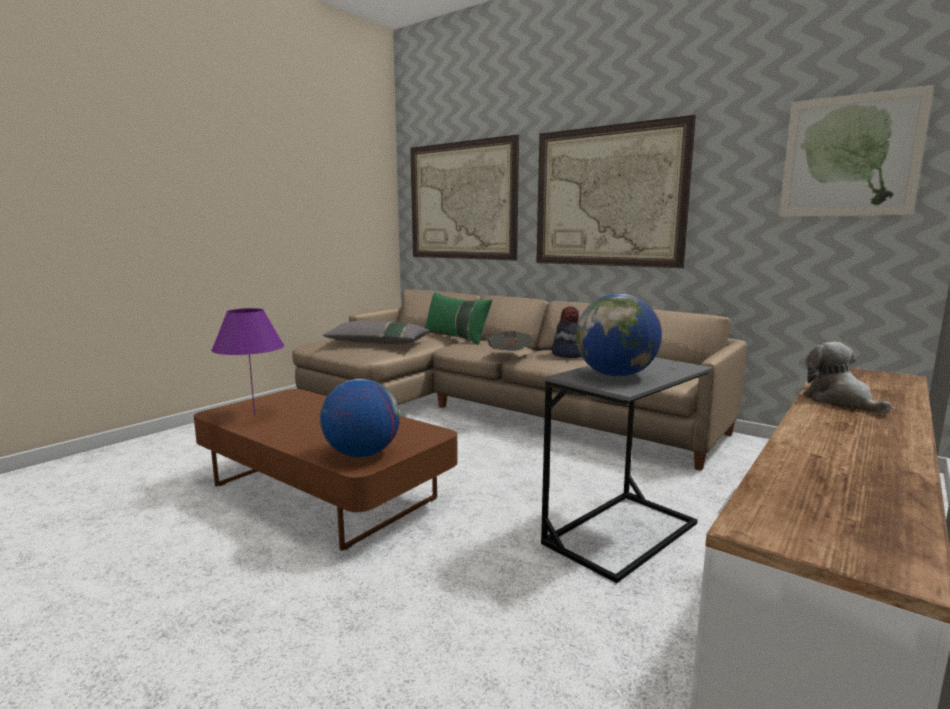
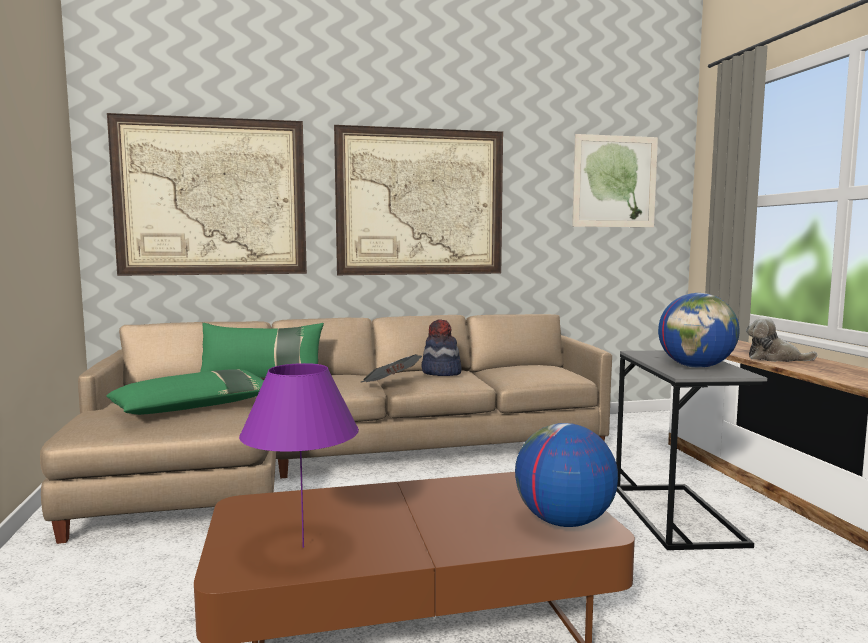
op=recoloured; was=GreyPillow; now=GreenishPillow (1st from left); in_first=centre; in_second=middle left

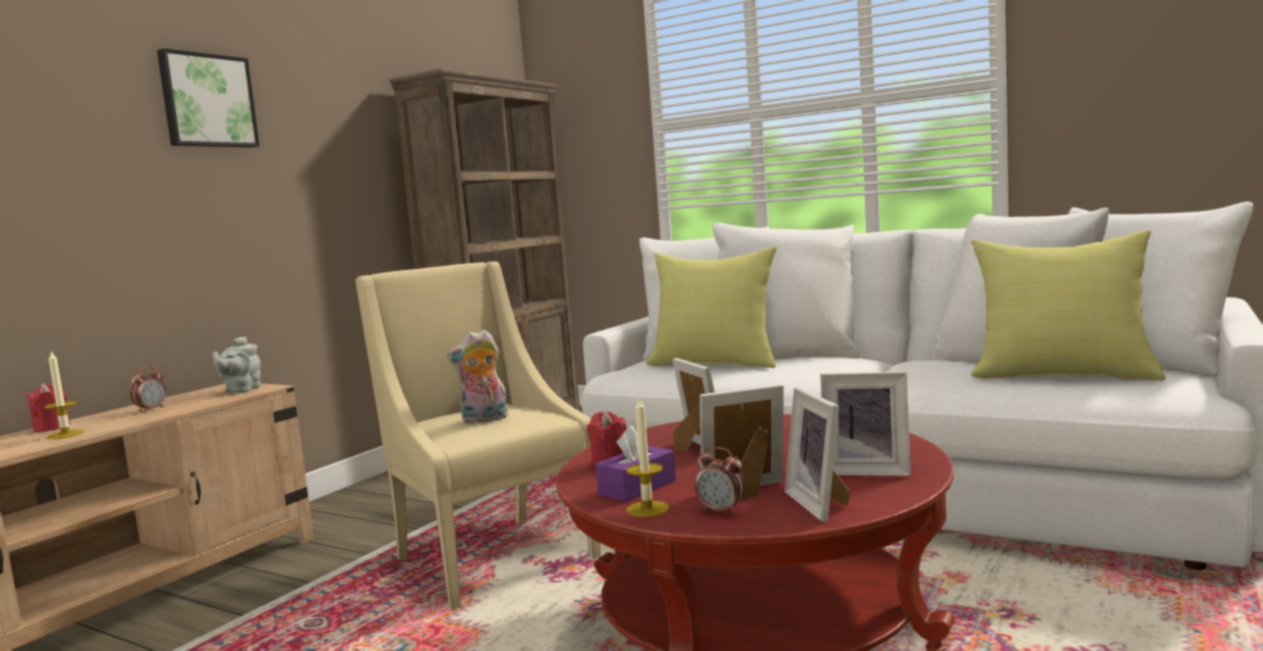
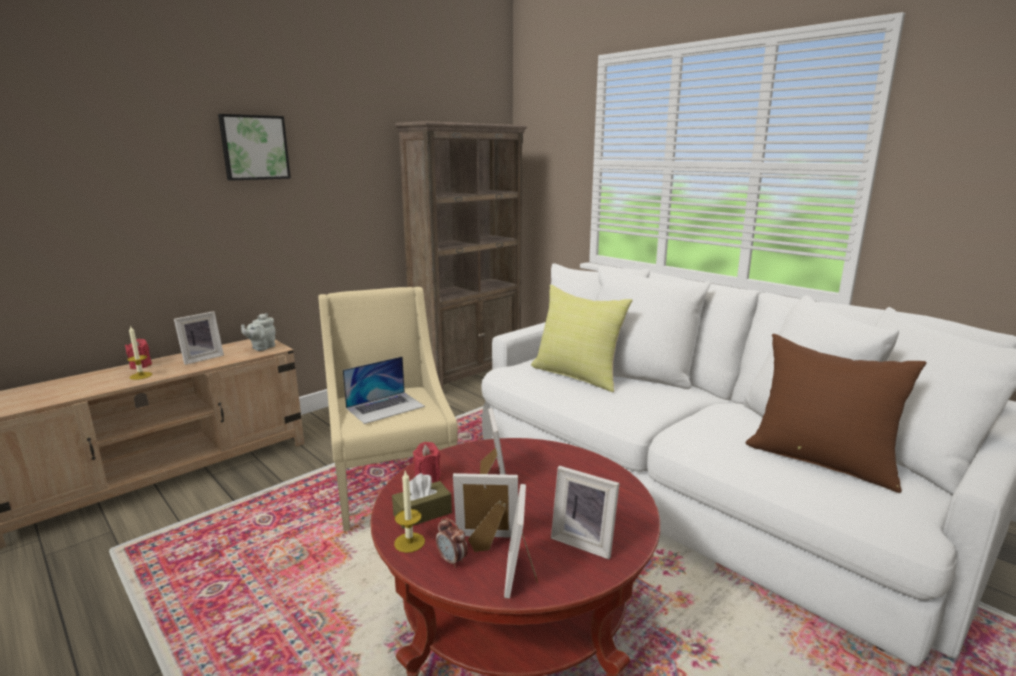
op=replaced; was=BedsideClock (1st from left); now=PictureFrame (1st from left); in_first=middle left; in_second=middle left
op=replaced; was=CuddlyToy; now=PortableComputer; in_first=centre; in_second=centre
op=recoloured; was=PurpleTissueHolder; now=BrownColouredTissueHolder; in_first=bottom centre; in_second=bottom centre
op=recoloured; was=YellowishPillow (2nd from left); now=BrownColouredPillow; in_first=middle right; in_second=middle right

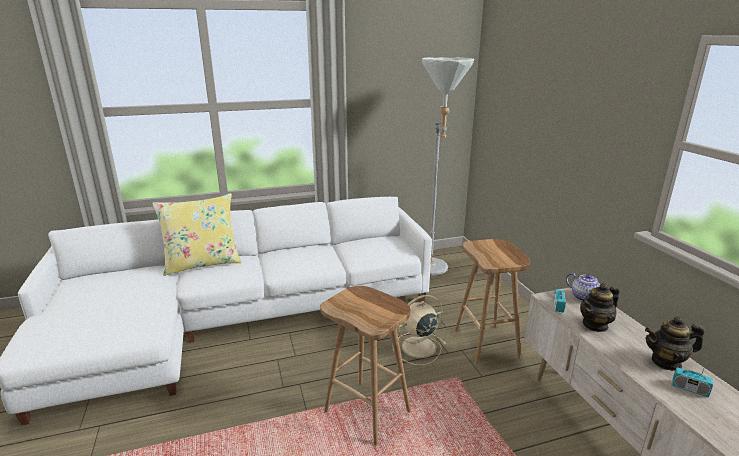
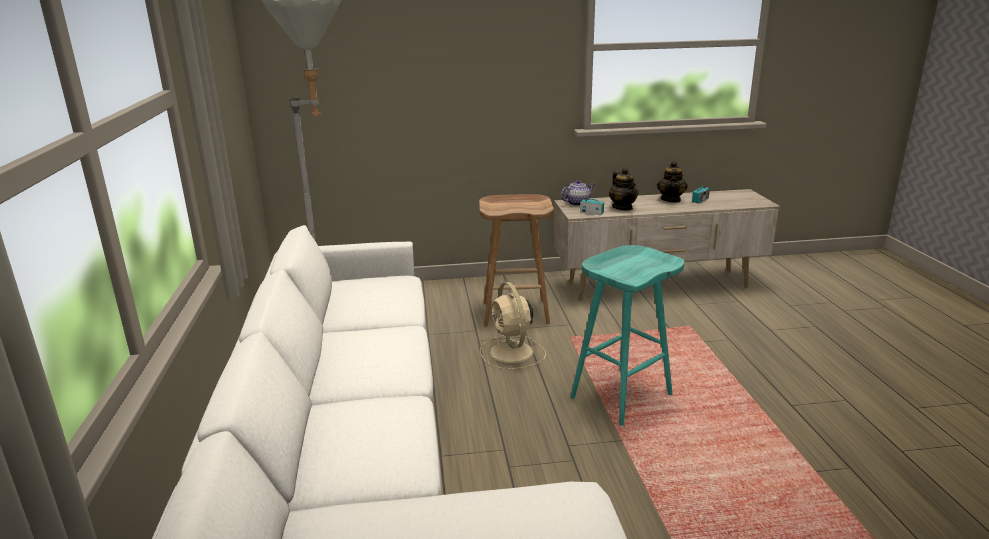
op=recoloured; was=BrownColouredStool (1st from left); now=TurquoiseColouredStool; in_first=bottom centre; in_second=centre
op=removed; was=YellowishPillow; in_first=middle left

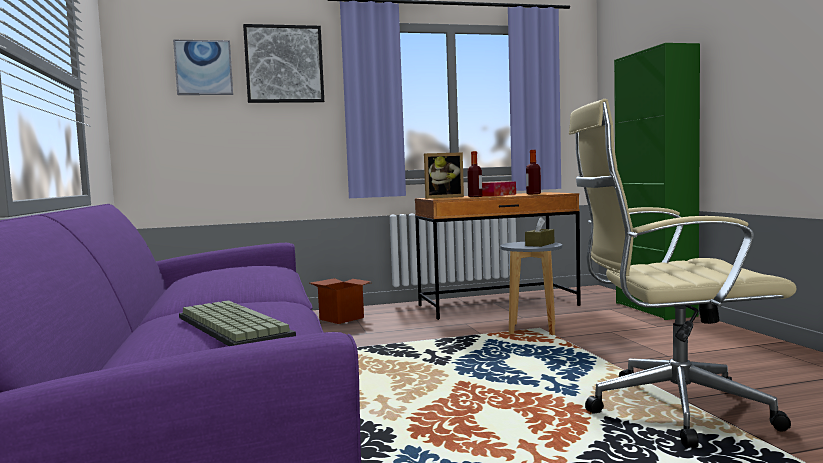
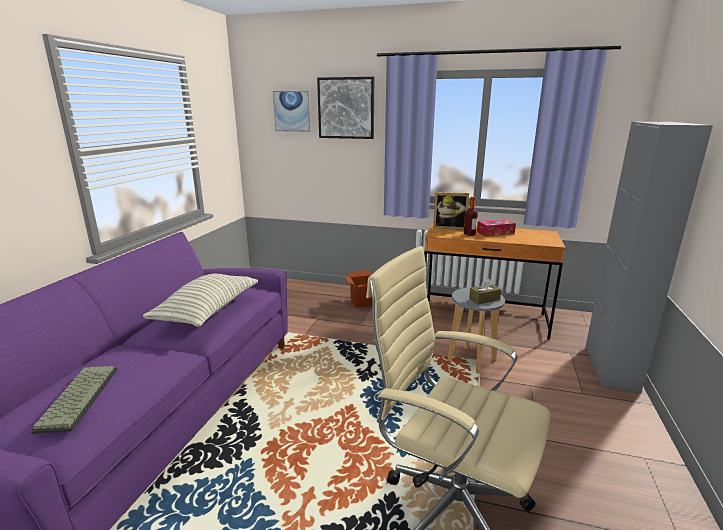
op=added; now=Pillow; in_second=middle left
op=recoloured; was=GreenishCabinet; now=GreyCabinet; in_first=middle right; in_second=middle right
op=removed; was=DrinkBottle (2nd from left); in_first=centre

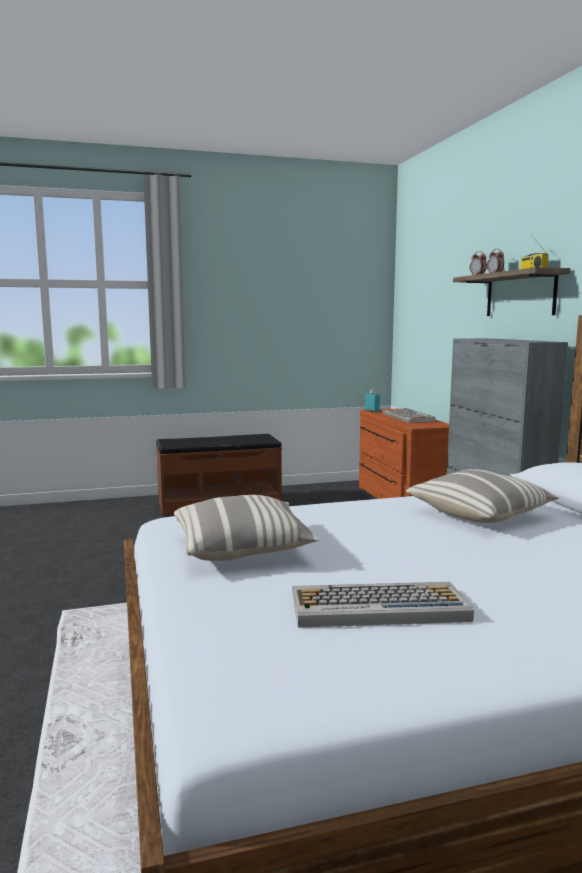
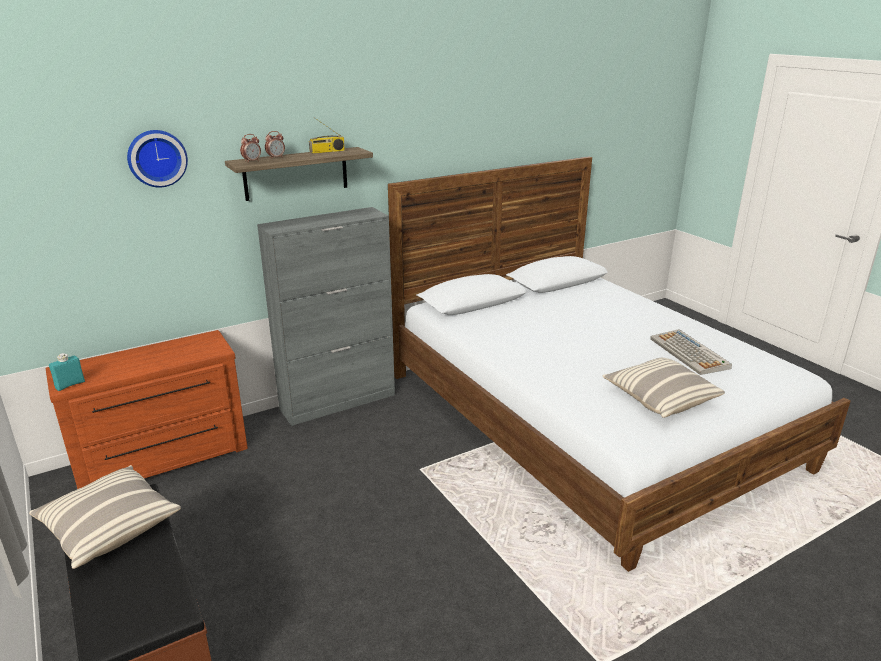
op=moved; was=Pillow (2nd from left in the first image); now=Pillow (1st from left); in_first=middle right; in_second=bottom left
op=added; now=WallClock; in_second=top left
op=removed; was=ComputerKeyboard (2nd from left); in_first=middle right

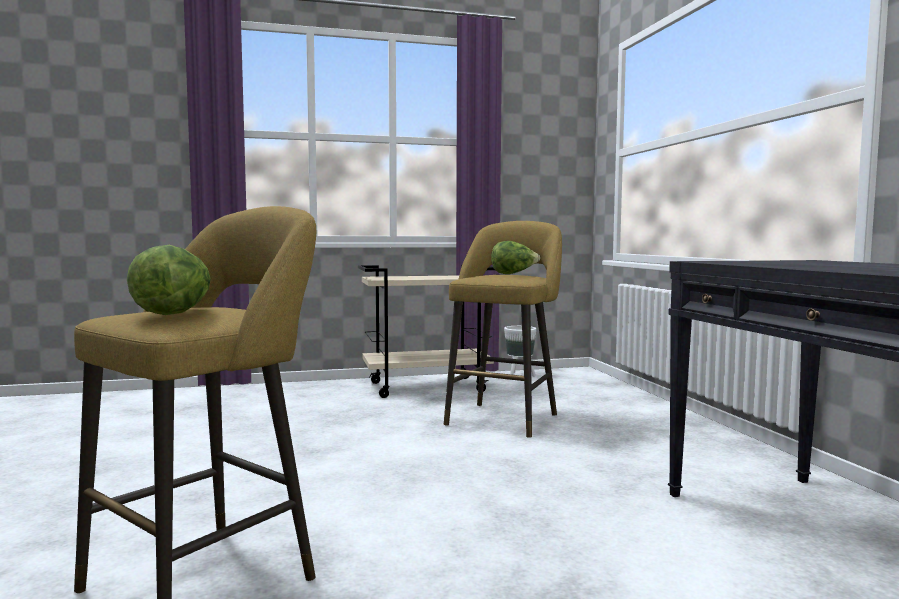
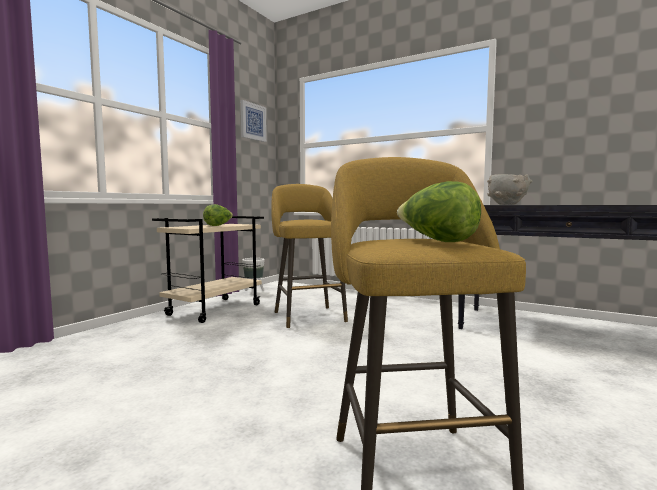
op=moved; was=LettuceHead (2nd from left in the first image); now=LettuceHead (1st from left); in_first=centre; in_second=middle left
op=added; now=WallArt; in_second=top centre
op=added; now=GreyBowl; in_second=middle right

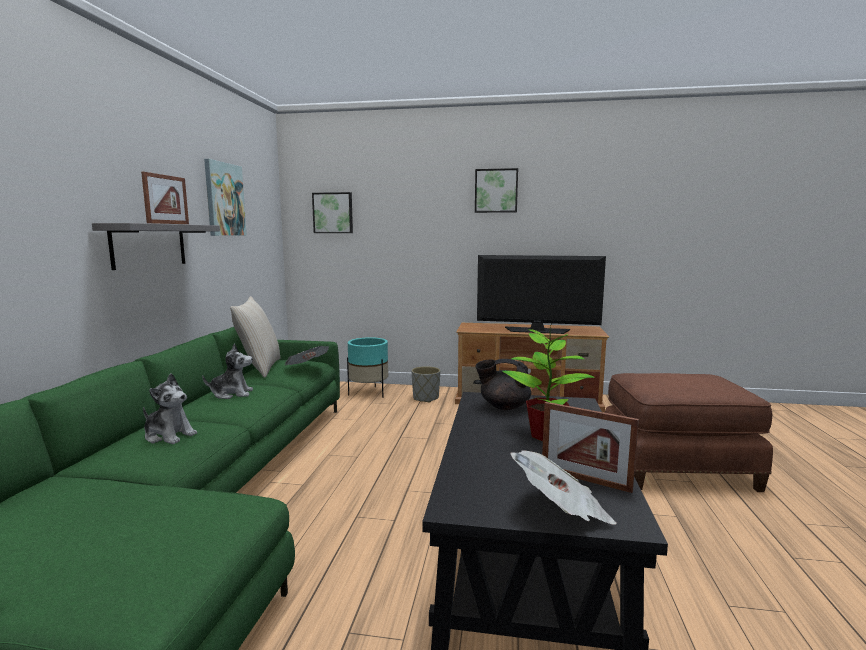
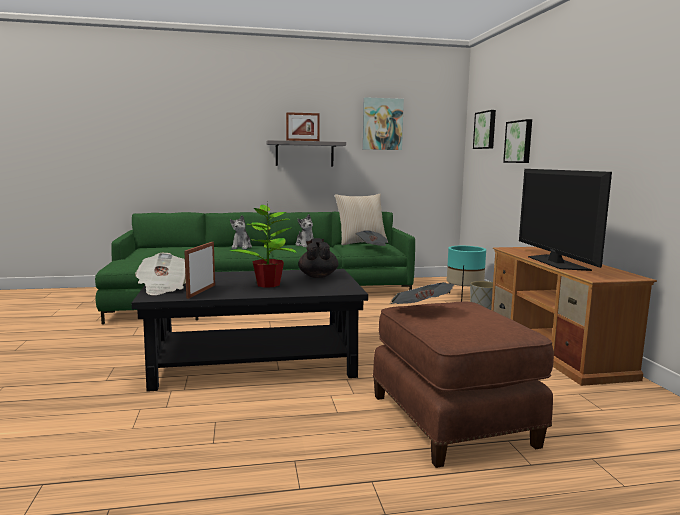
op=added; now=DailyPaper (3rd from left); in_second=centre
op=moved; was=WallArt (3rd from left); in_first=top centre; in_second=top right

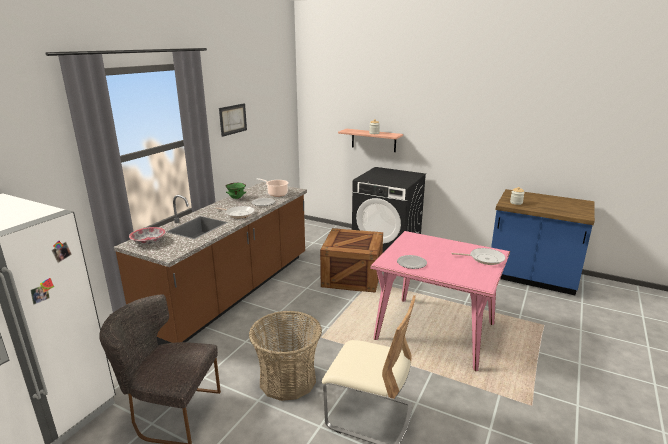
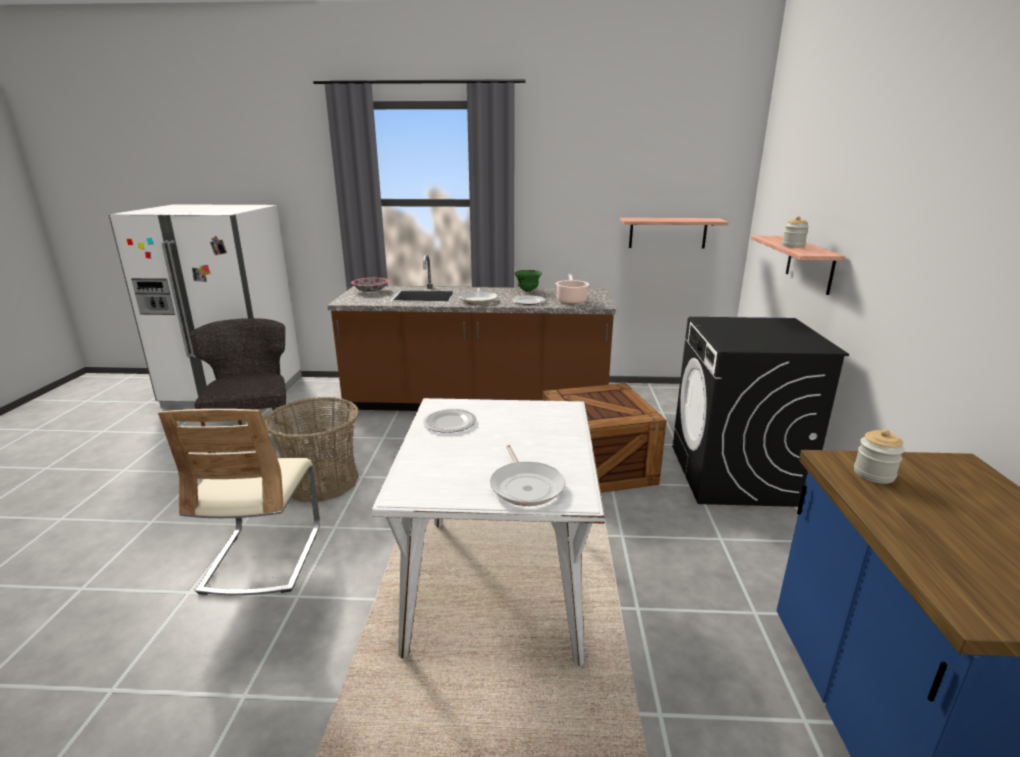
op=recoloured; was=PinkKitchenTable; now=WhiteKitchenTable; in_first=bottom centre; in_second=bottom centre
op=added; now=Shelf (1st from left); in_second=top centre
op=removed; was=WallArt; in_first=top centre

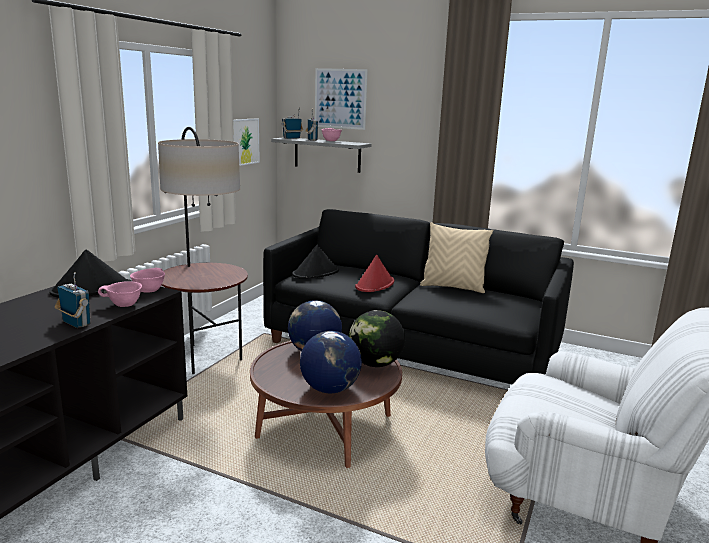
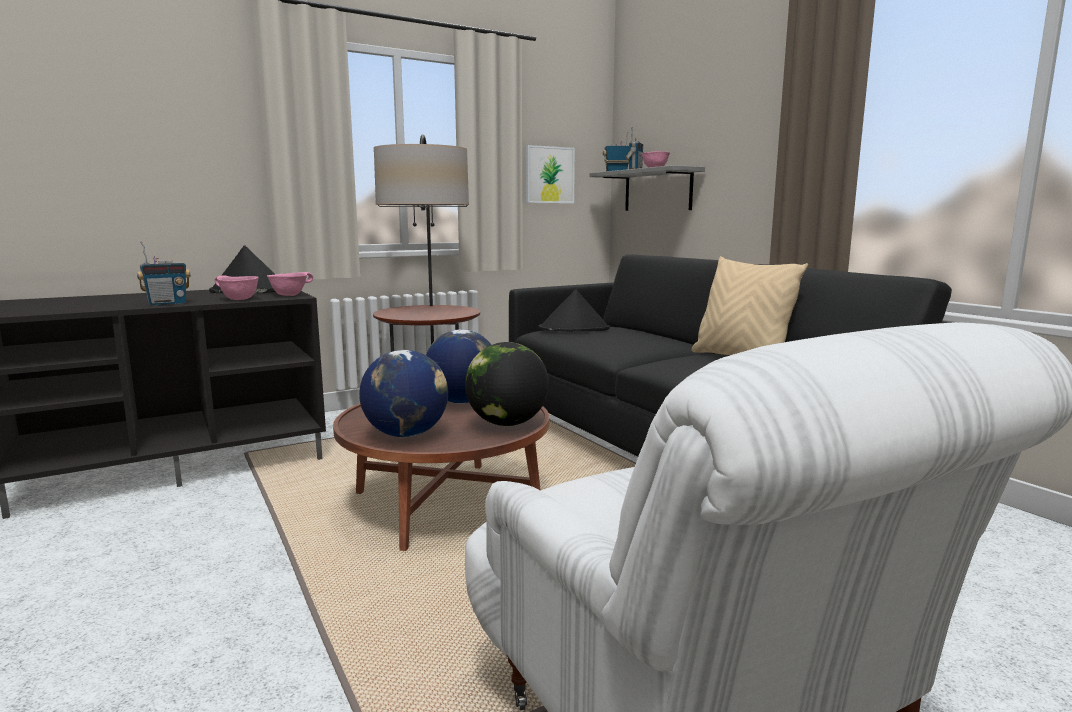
op=turned; was=Radio (1st from left); in_first=middle left; in_second=middle left; clockwise=75
op=removed; was=WallArt (2nd from left); in_first=top centre
op=removed; was=ReddishWearableHat; in_first=centre

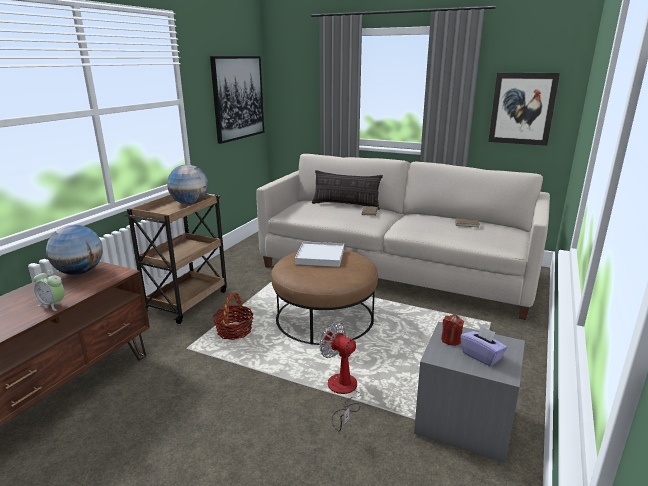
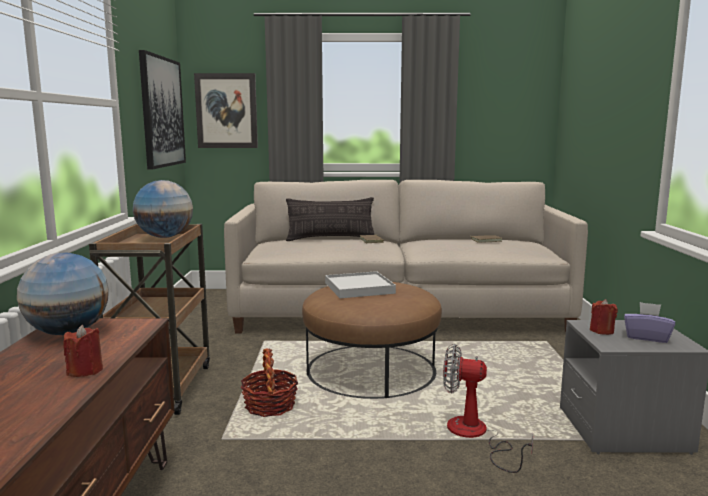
op=replaced; was=BedsideClock; now=ReddishWaxLight (1st from left); in_first=middle left; in_second=bottom left
op=moved; was=WallArt (2nd from left); in_first=top right; in_second=top left

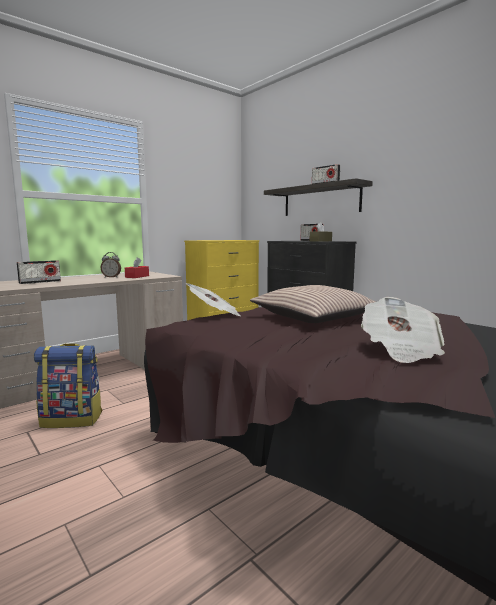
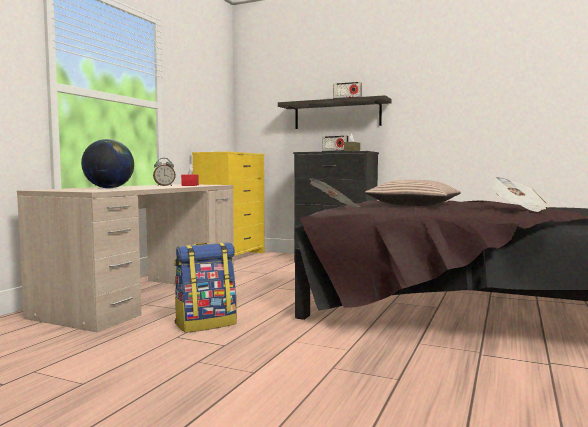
op=replaced; was=Radio (1st from left); now=WorldGlobe; in_first=middle left; in_second=middle left

